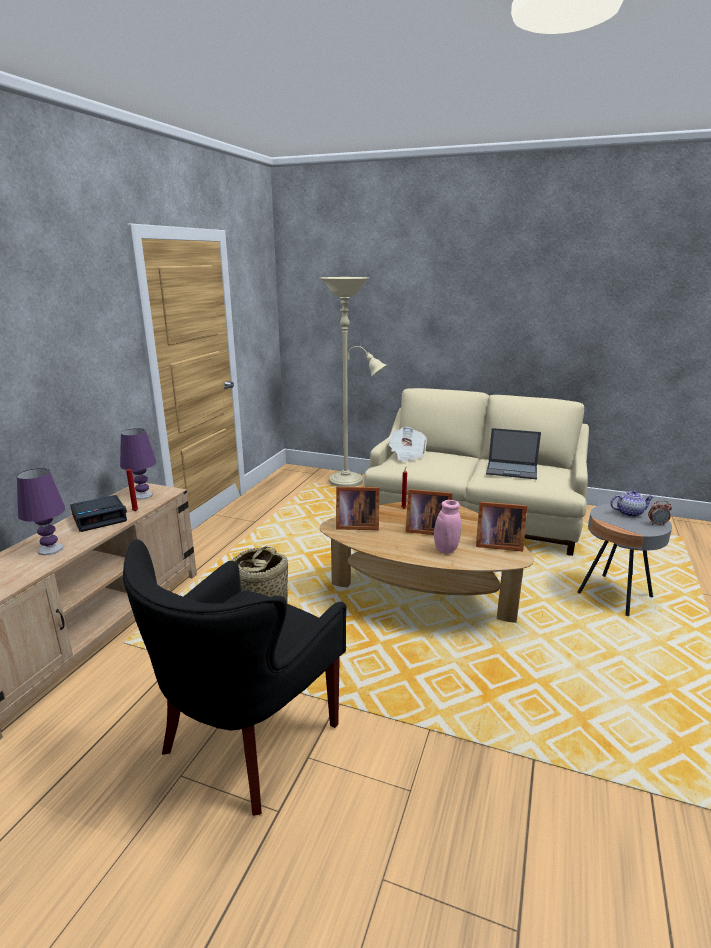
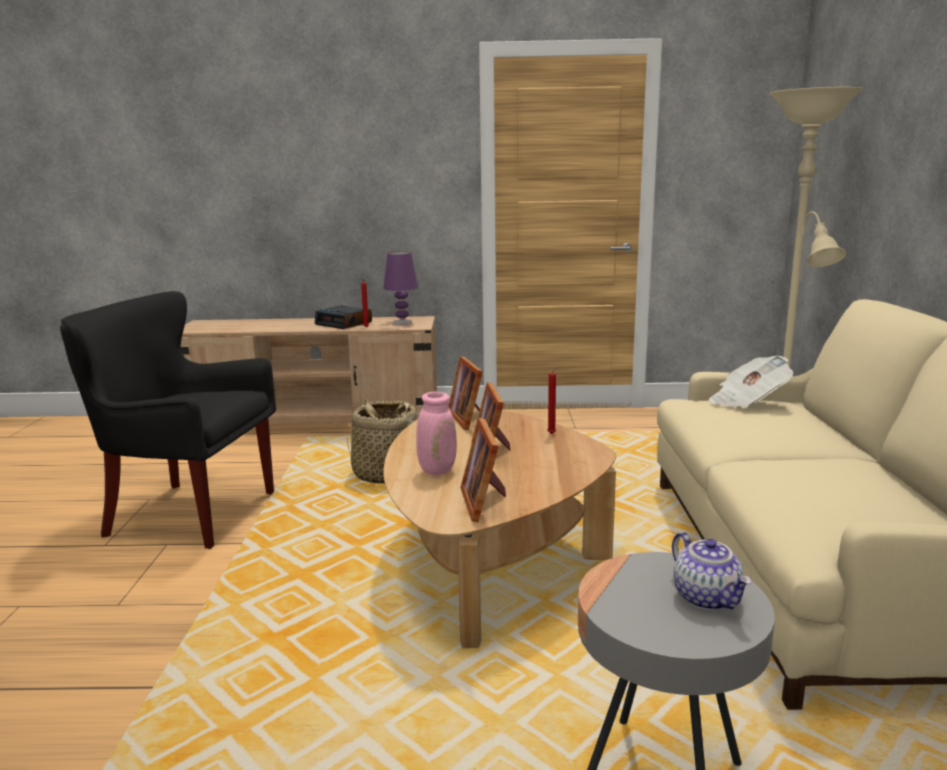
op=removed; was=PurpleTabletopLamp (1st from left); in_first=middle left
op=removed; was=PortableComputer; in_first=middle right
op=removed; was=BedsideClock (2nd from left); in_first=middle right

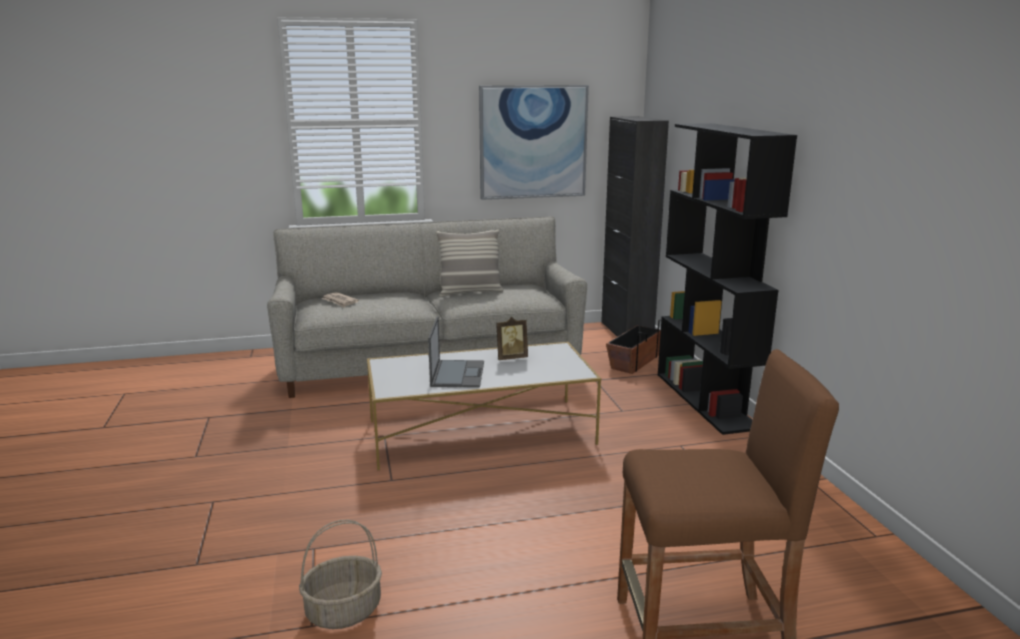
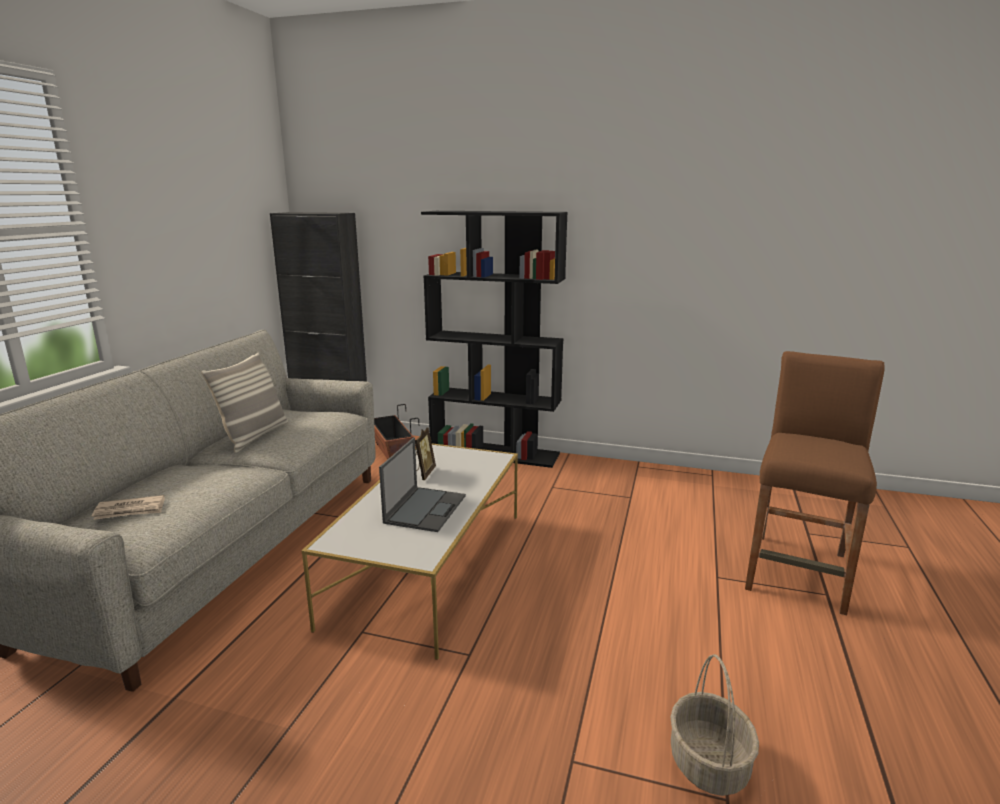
op=turned; was=PortableComputer; in_first=centre; in_second=centre; clockwise=75
op=removed; was=WallArt; in_first=top centre

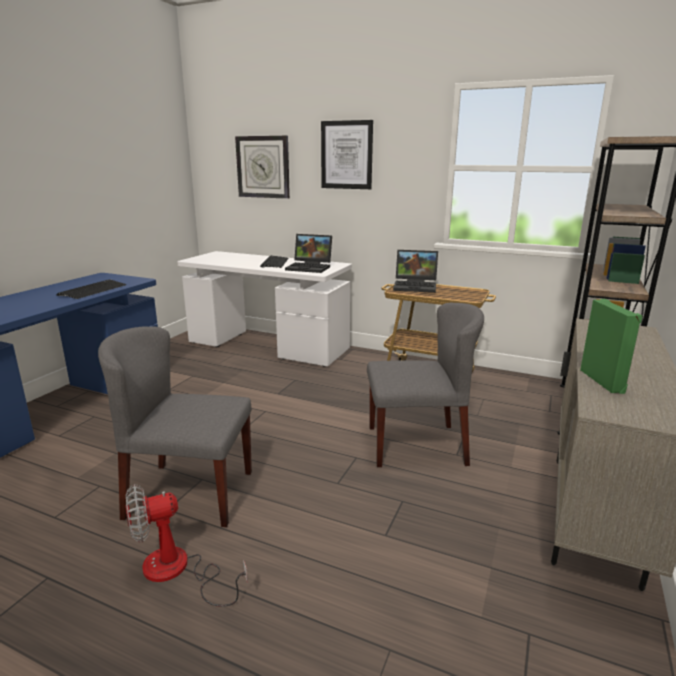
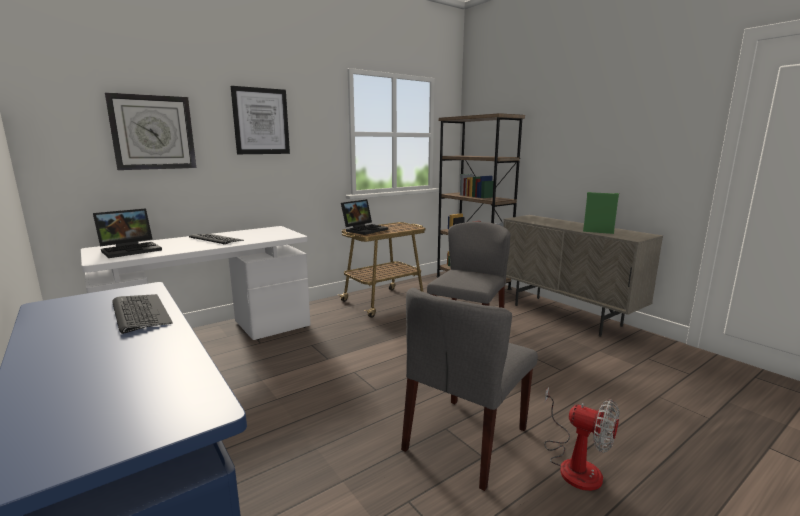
op=moved; was=PortableComputer (1st from left); in_first=centre; in_second=middle left
op=turned; was=CoolingFan; in_first=bottom left; in_second=bottom right; clockwise=-60

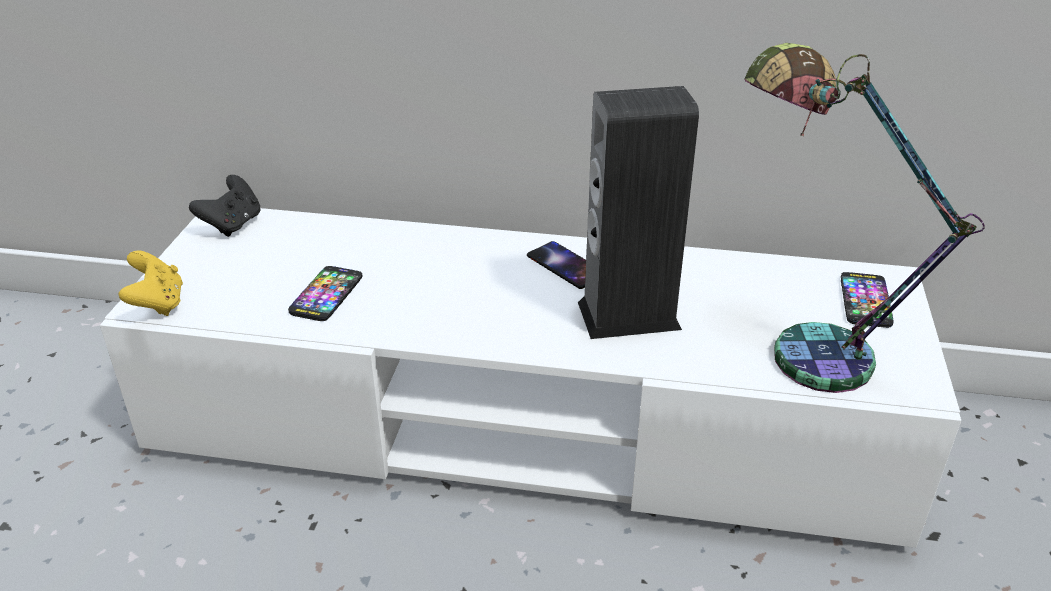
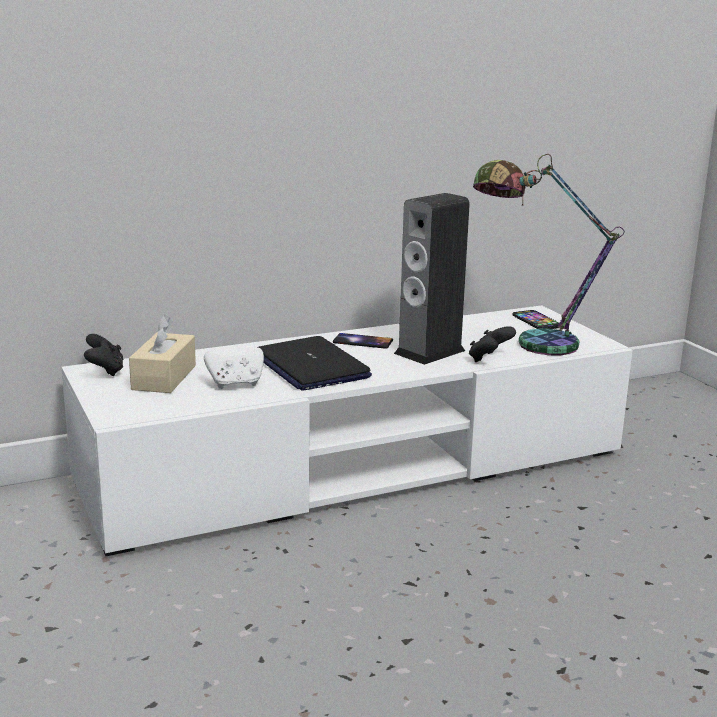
op=added; now=SandColouredTissueHolder; in_second=middle left
op=replaced; was=Telephone (1st from left); now=WhiteJoypad; in_first=middle left; in_second=middle left
op=added; now=PortableComputer; in_second=centre
op=added; now=BlackColouredJoypad (2nd from left); in_second=middle right
op=removed; was=YellowishJoypad; in_first=middle left

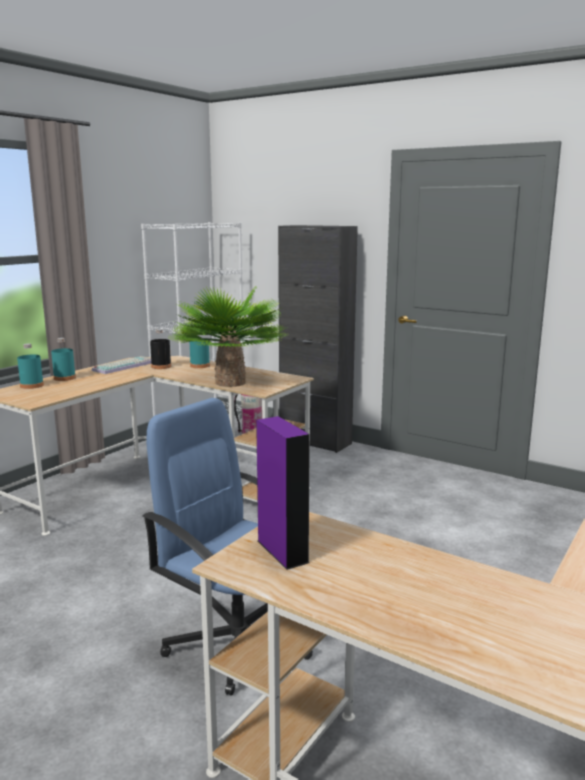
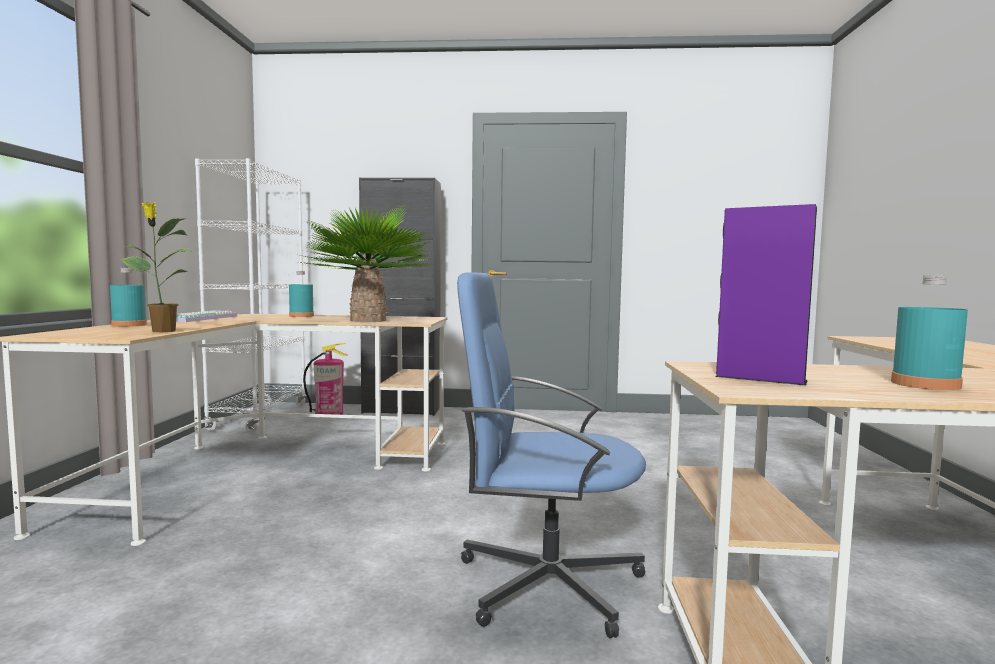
op=added; now=PlantInAPot (1st from left); in_second=middle left
op=moved; was=TurquoiseColouredDrinkBottle (1st from left in the first image); now=TurquoiseColouredDrinkBottle (3rd from left); in_first=middle left; in_second=middle right
op=removed; was=BlackColouredDrinkBottle; in_first=middle left

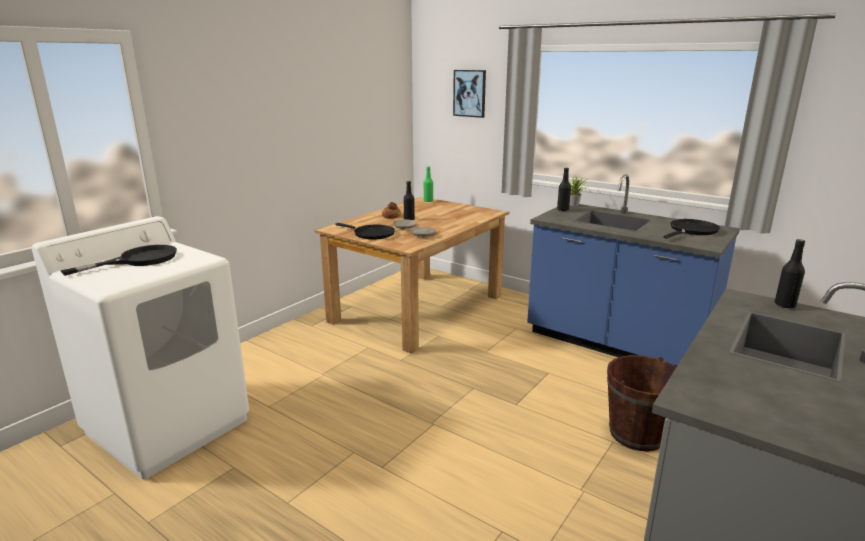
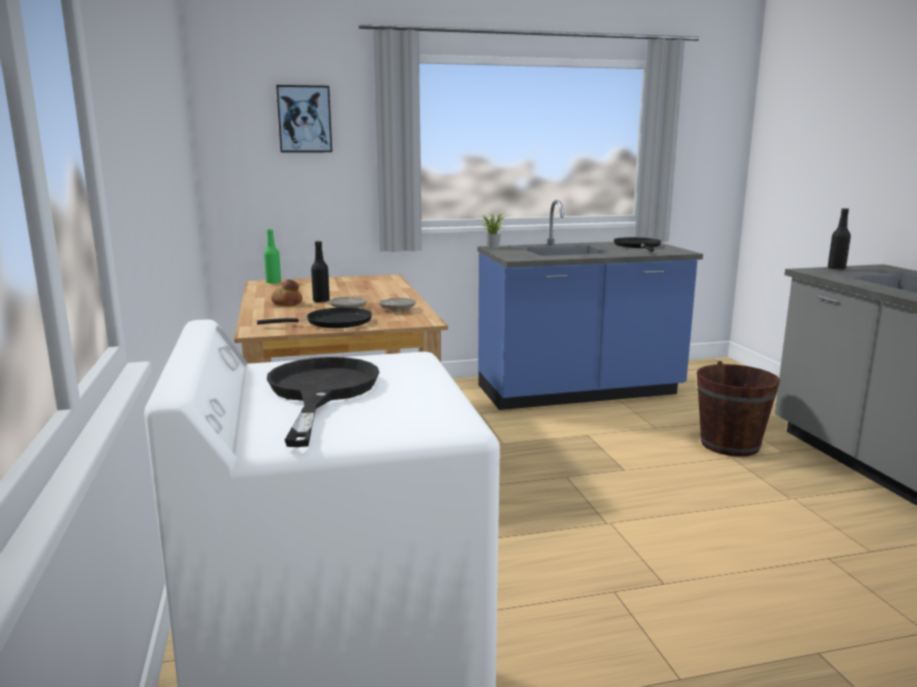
op=removed; was=BlackColouredDrinkBottle (2nd from left); in_first=centre

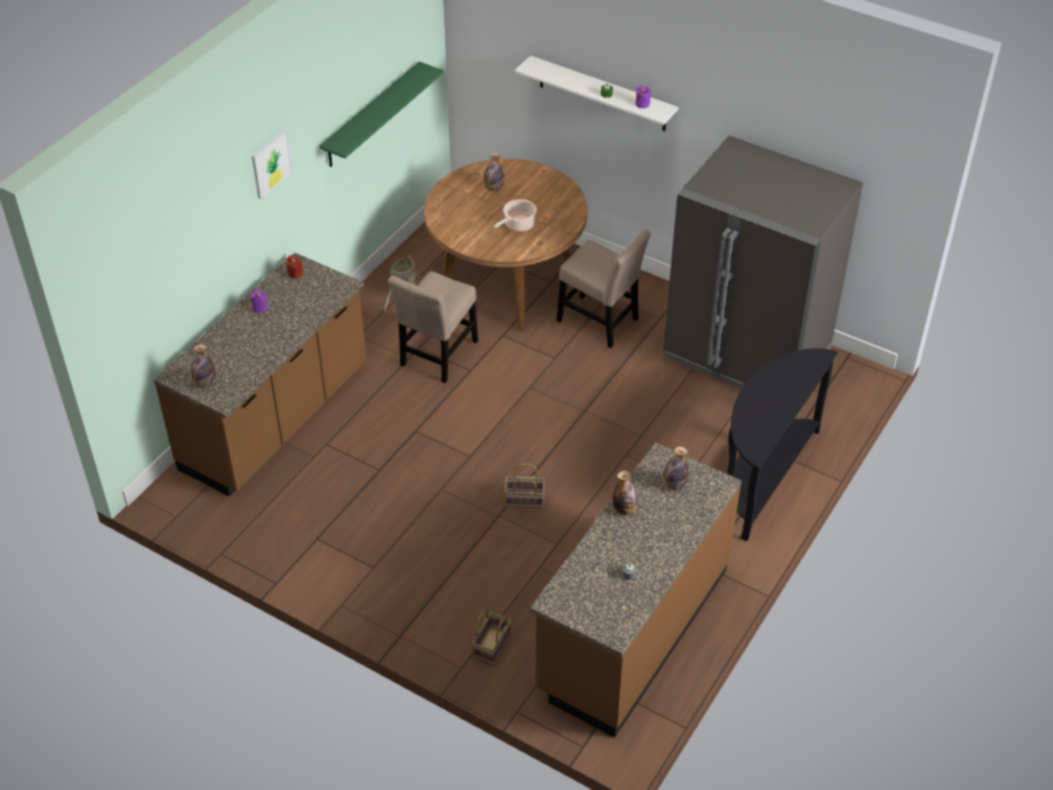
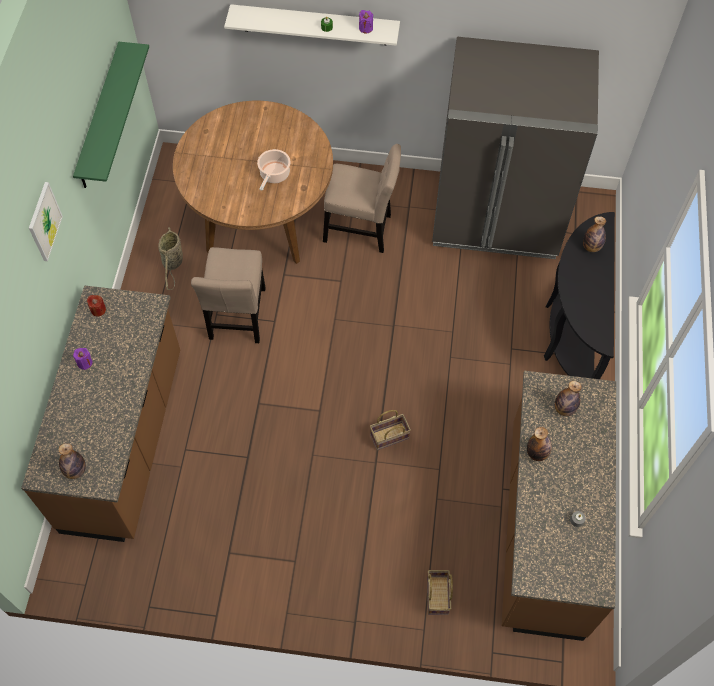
op=moved; was=DrinkBottle (2nd from left in the first image); now=DrinkBottle (4th from left); in_first=top centre; in_second=middle right

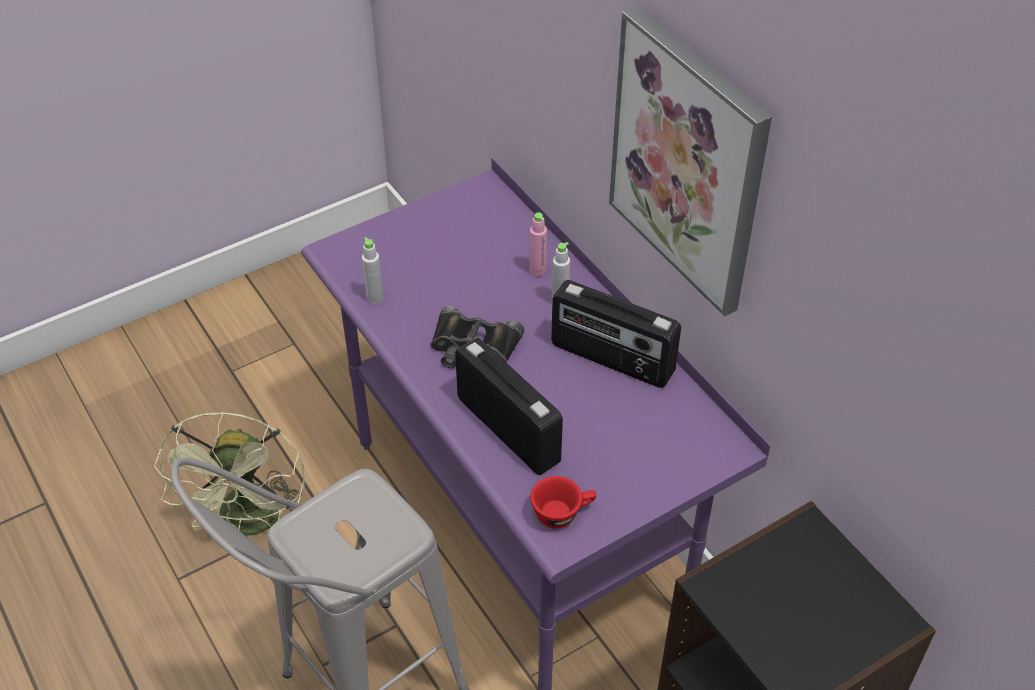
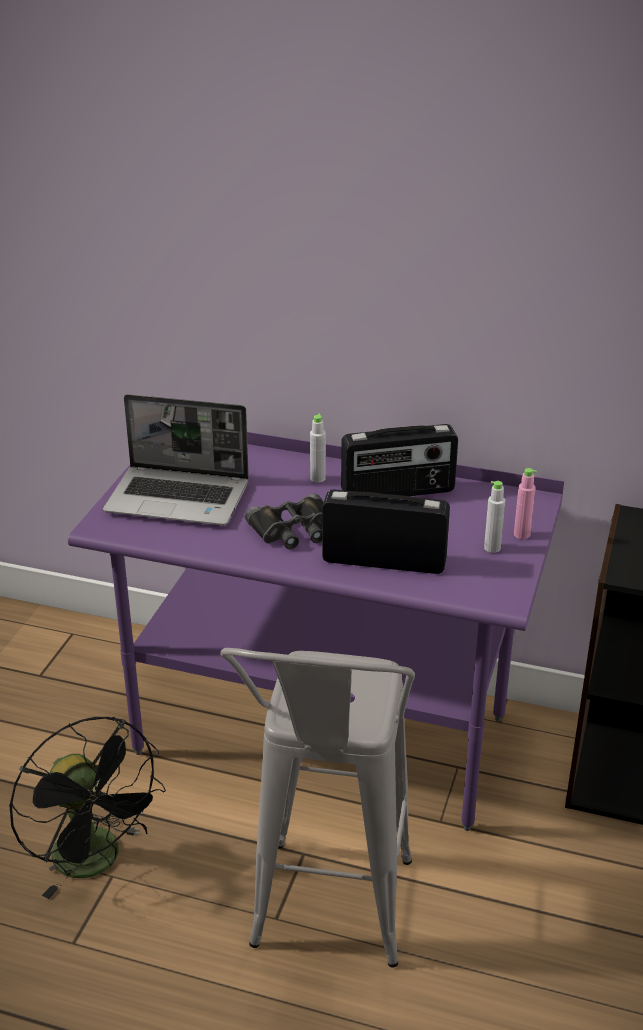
op=recoloured; was=GreenishCoolingFan; now=BlackColouredCoolingFan; in_first=bottom left; in_second=bottom left
op=added; now=PortableComputer; in_second=middle left
op=moved; was=GreyDrinkBottle (1st from left in the first image); now=GreyDrinkBottle (2nd from left); in_first=centre; in_second=middle right
op=moved; was=PinkDrinkBottle; in_first=centre; in_second=middle right
op=removed; was=ReddishDrinkingCup; in_first=bottom centre
op=removed; was=WallArt; in_first=top right

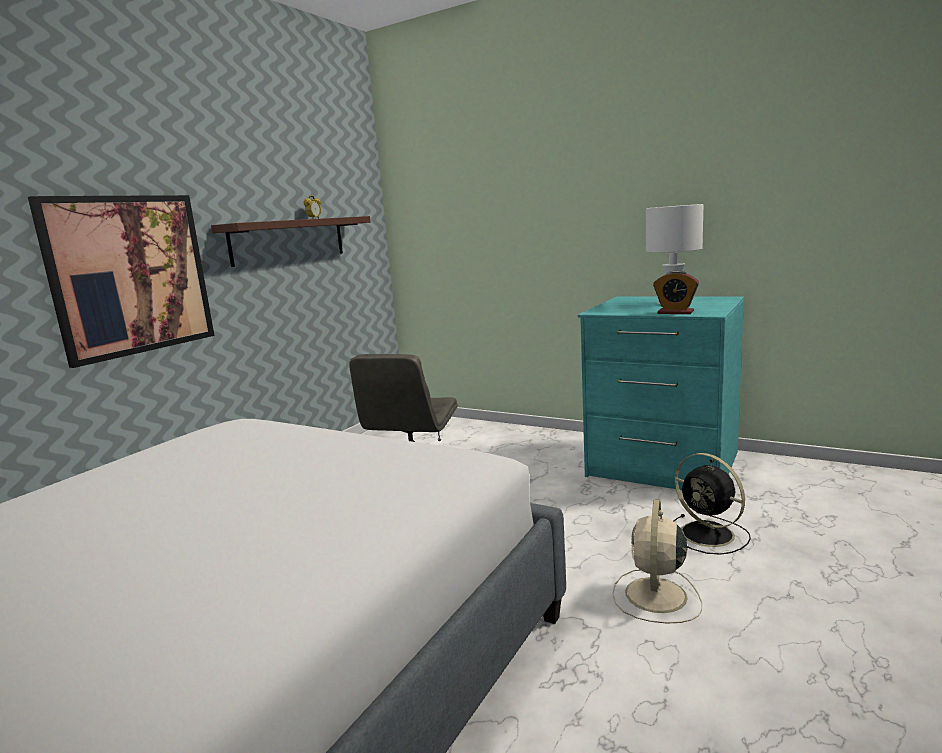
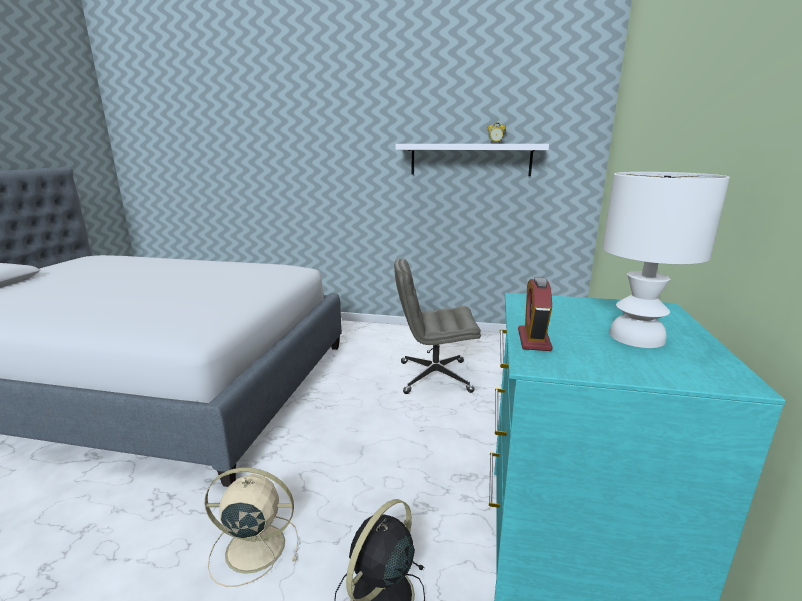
op=recoloured; was=BrownColouredShelf; now=WhiteShelf; in_first=top left; in_second=top centre
op=removed; was=WallArt; in_first=middle left

